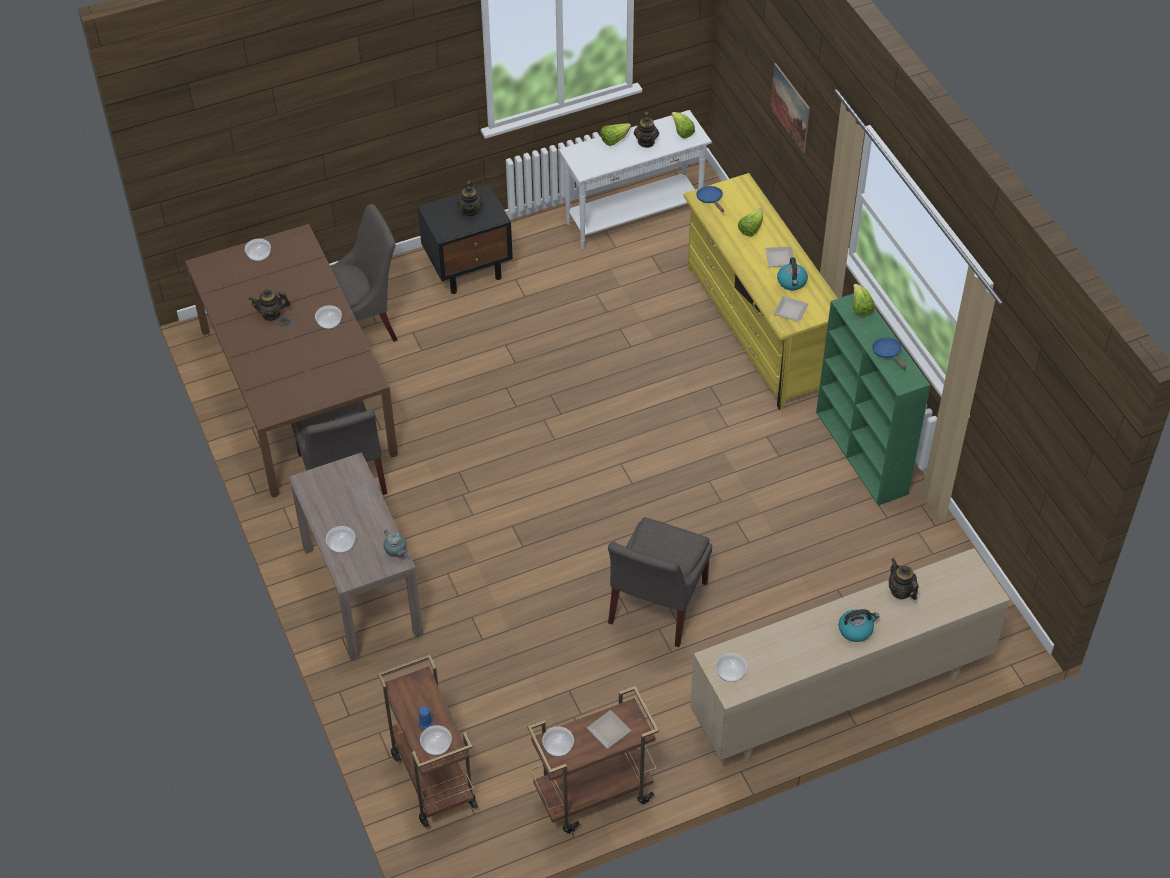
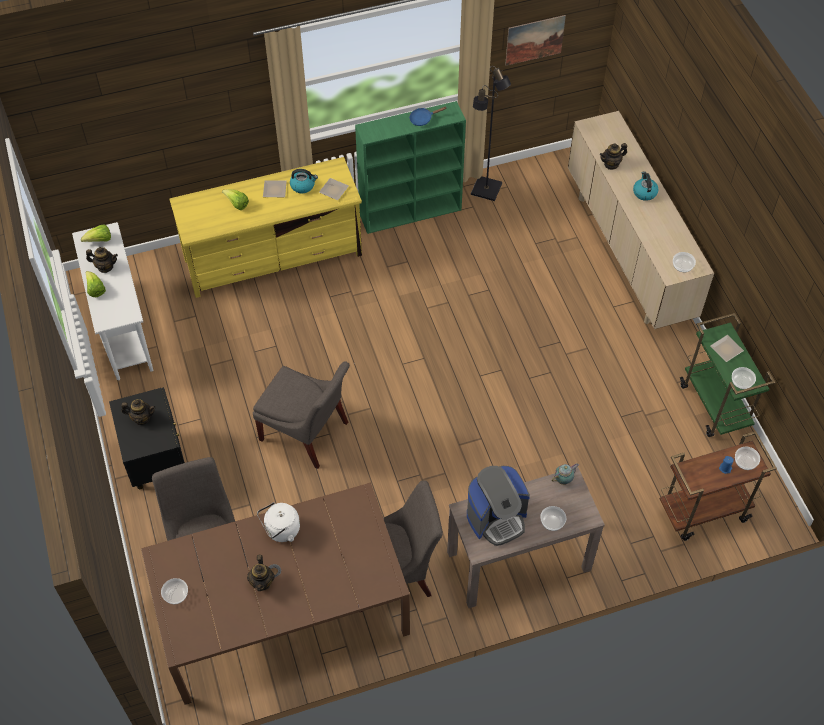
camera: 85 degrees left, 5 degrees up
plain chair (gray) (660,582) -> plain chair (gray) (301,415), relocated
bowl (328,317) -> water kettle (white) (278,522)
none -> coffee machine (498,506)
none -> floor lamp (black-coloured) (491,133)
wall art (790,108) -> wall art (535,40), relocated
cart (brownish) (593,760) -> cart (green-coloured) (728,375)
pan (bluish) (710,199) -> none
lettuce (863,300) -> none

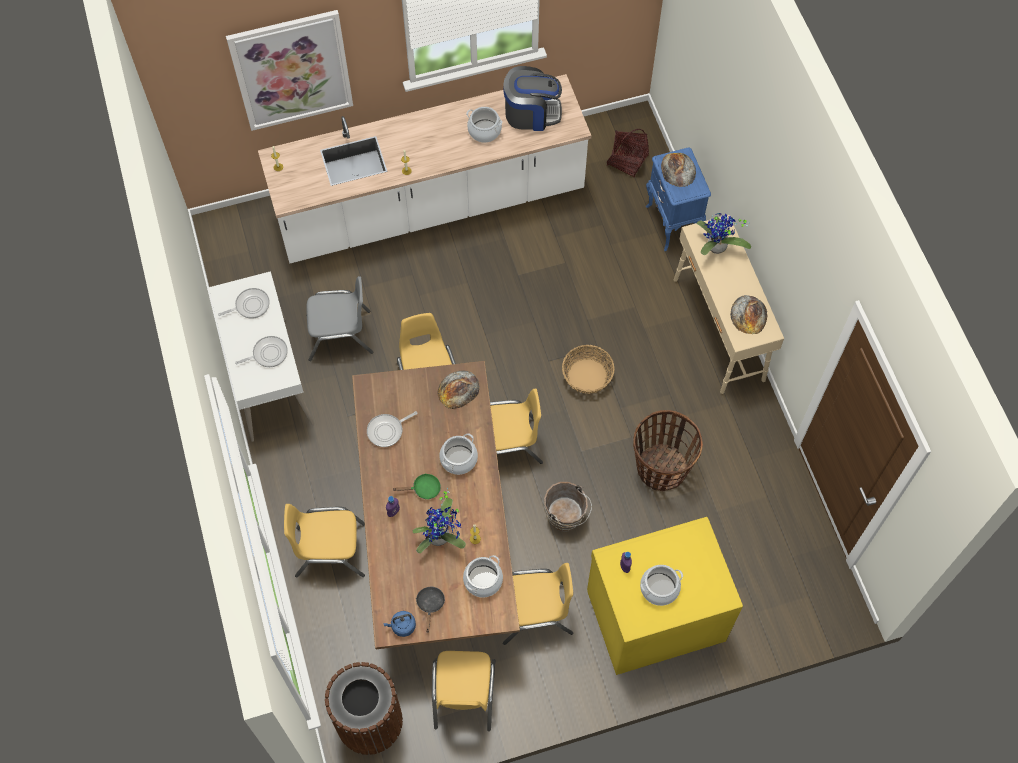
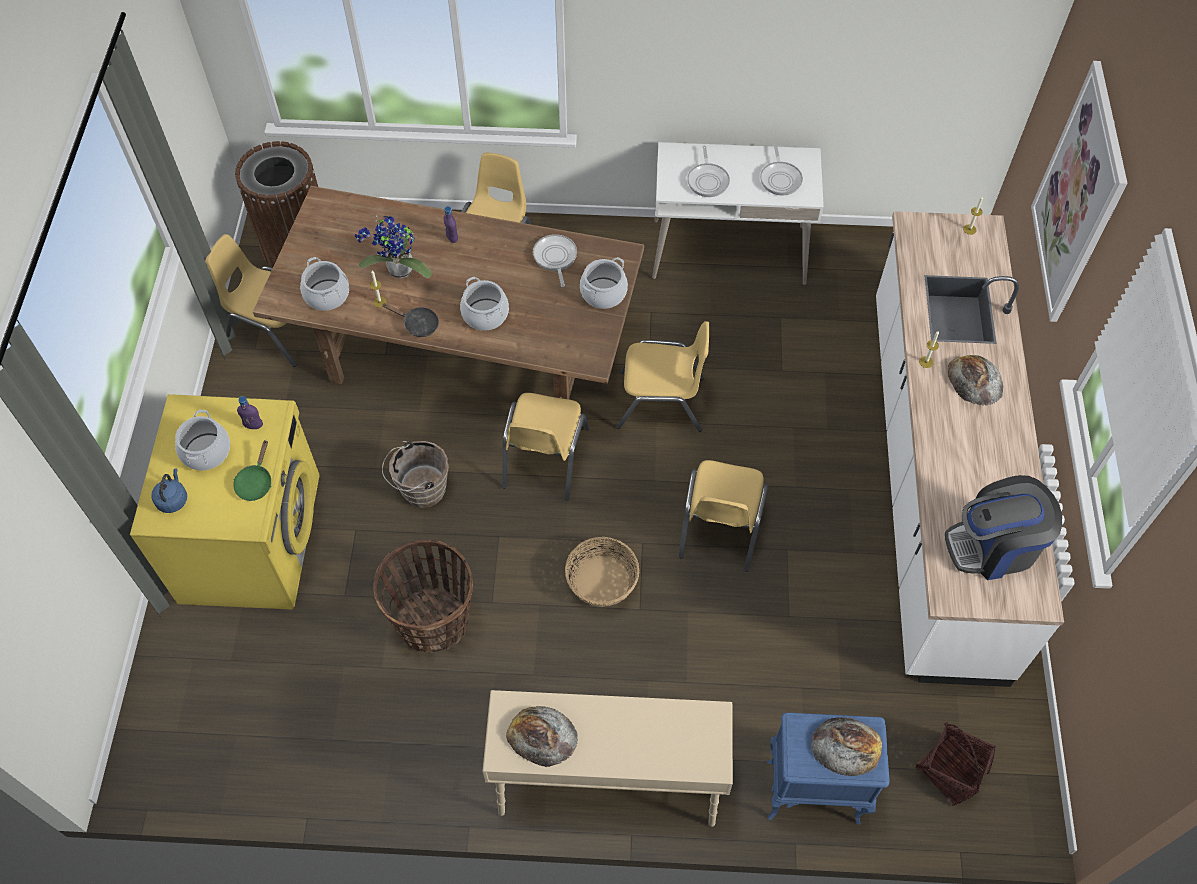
camera: 110 degrees right, 5 degrees down
water kettle (bluish) (399,624) -> water kettle (bluish) (169,491), relocated
pan (green-coloured) (417,486) -> pan (green-coloured) (252,470), relocated
pan (black-coloured) (430,610) -> pan (black-coloured) (411,320), relocated
cooking pot (484,125) -> cooking pot (604,283), relocated
plain chair (yellowish) (538,604) -> plain chair (yellowish) (723,516), relocated
coffee machine (532,98) -> coffee machine (1003,527), 60 degrees clockwise
bread (458,390) -> bread (975,380), relocated
plain chair (gray) (339,318) -> none
potted plant (724,234) -> none

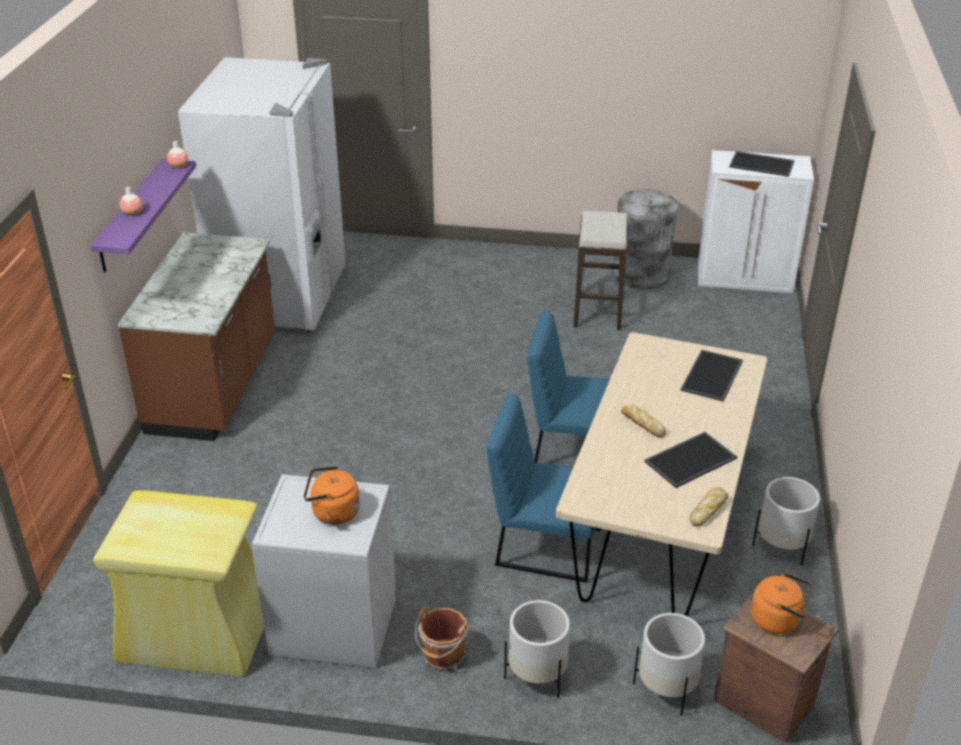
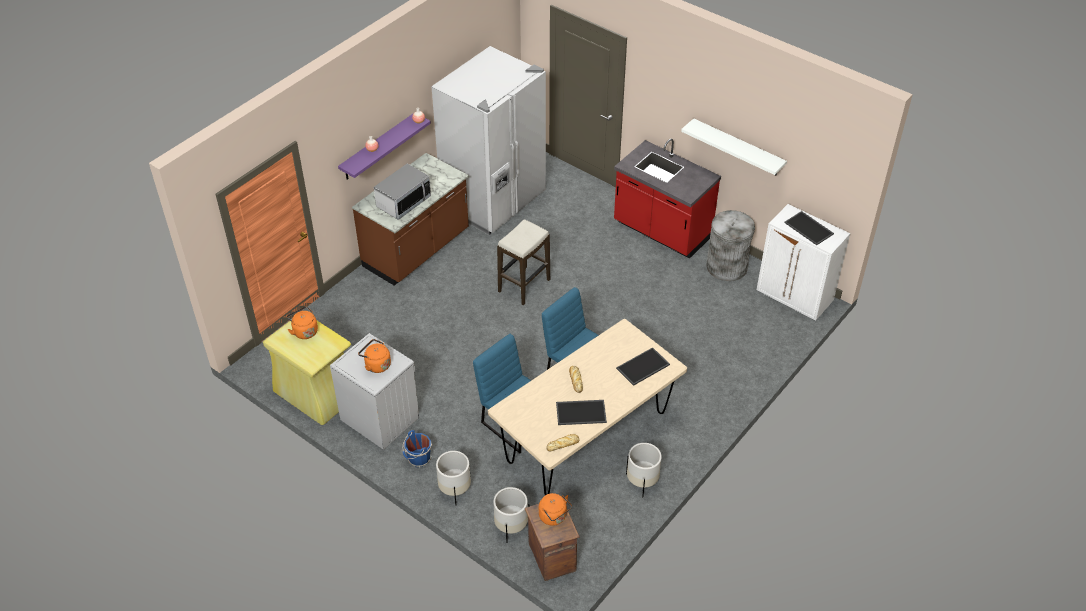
camera: 30 degrees right, 10 degrees up
none -> water kettle (orange-coloured) (302,322)
none -> microwave (402,192)
pail (brownish) (441,639) -> pail (bluish) (417,448)
sitting stool (601,270) -> sitting stool (523,262), relocated
none -> counter (red-coloured) (667,199)
none -> shelf (white) (734,147)

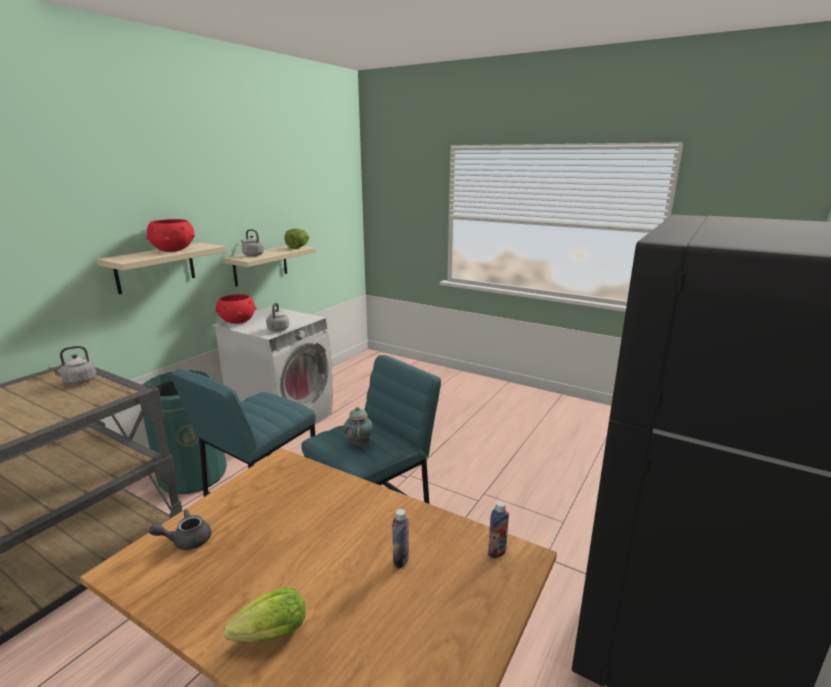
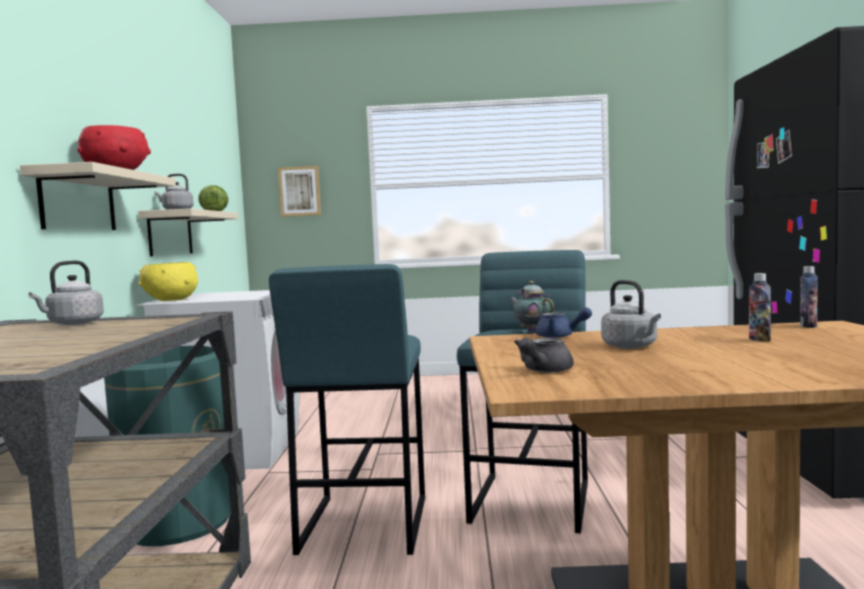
camera: 30 degrees left, 15 degrees down
bowl (red-coloured) (235,309) -> bowl (yellowish) (168,281)
none -> wall art (299,191)
none -> pot for tea (bluish) (563,322)
water kettle (gray) (277,317) -> water kettle (gray) (631,314), relocated
lettuce (264,614) -> none

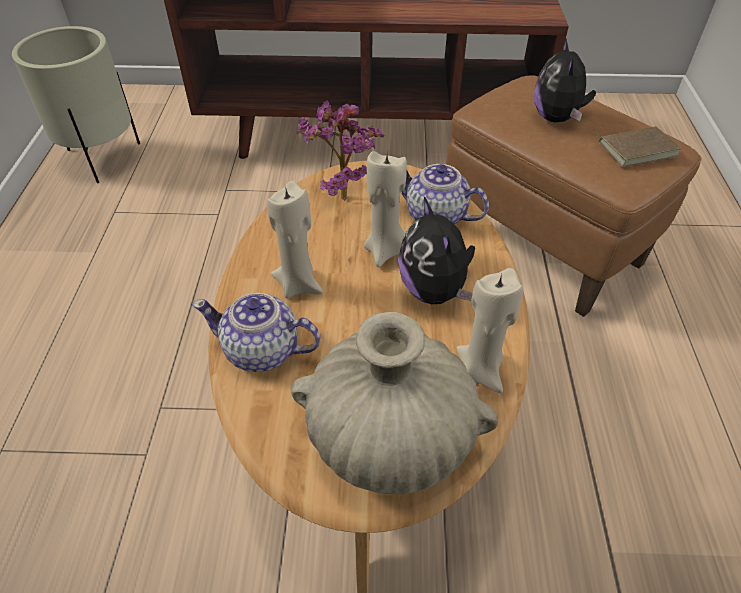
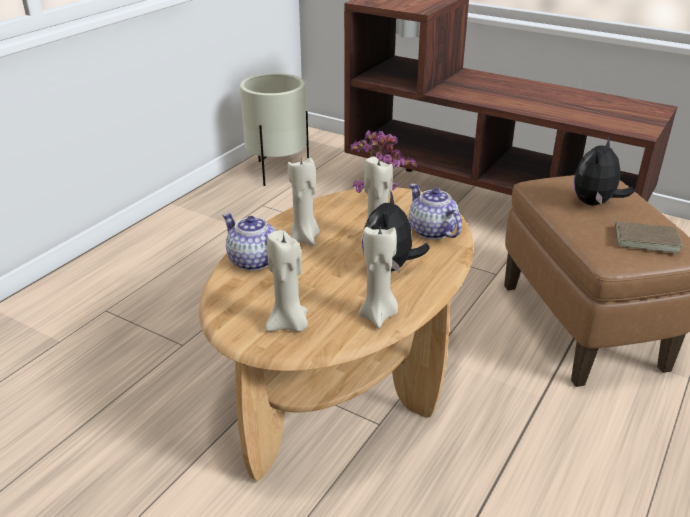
camera: 30 degrees right, 15 degrees down
decorative vase (beige) (394,403) -> wax candle (beige) (286,281)

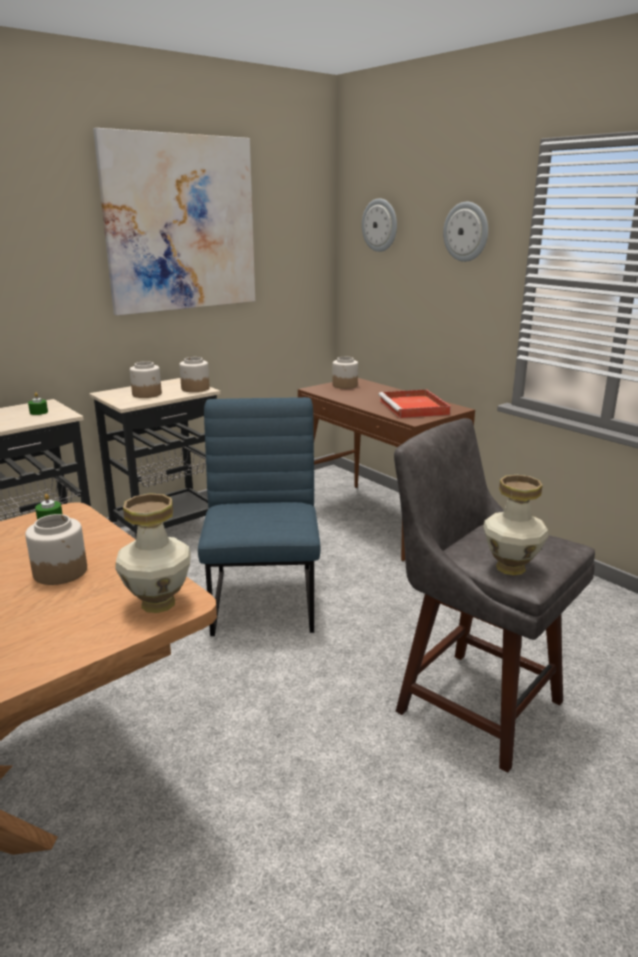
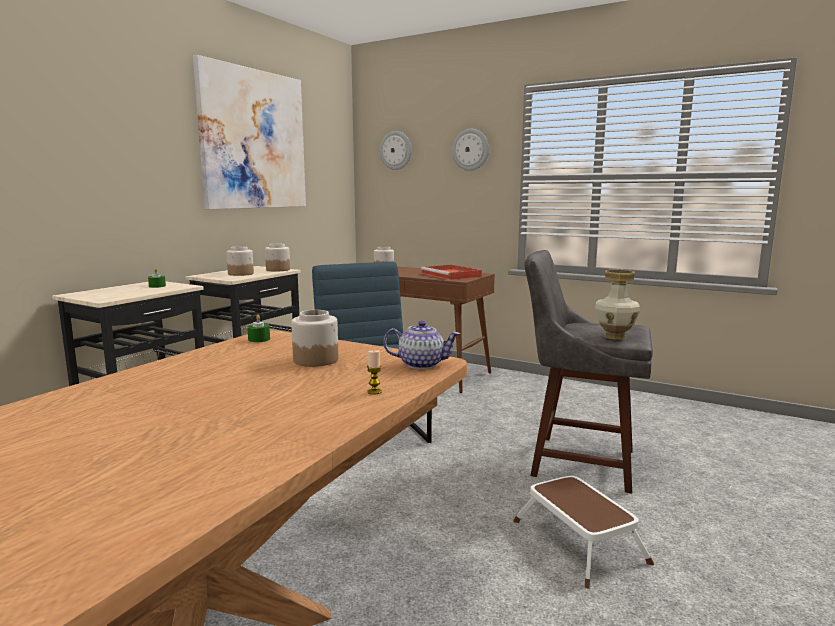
camera: 20 degrees left, 10 degrees down
none -> wax candle (374,372)
decorative vase (153,553) -> pot for tea (421,345)
none -> step ladder (brownish) (583,532)

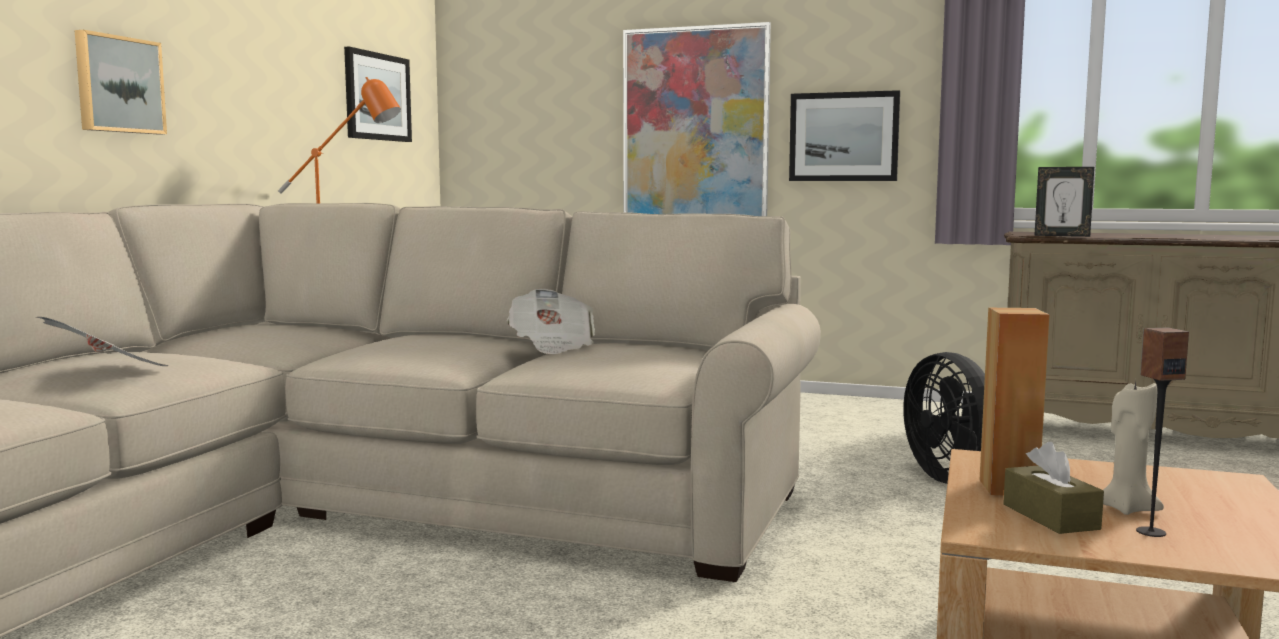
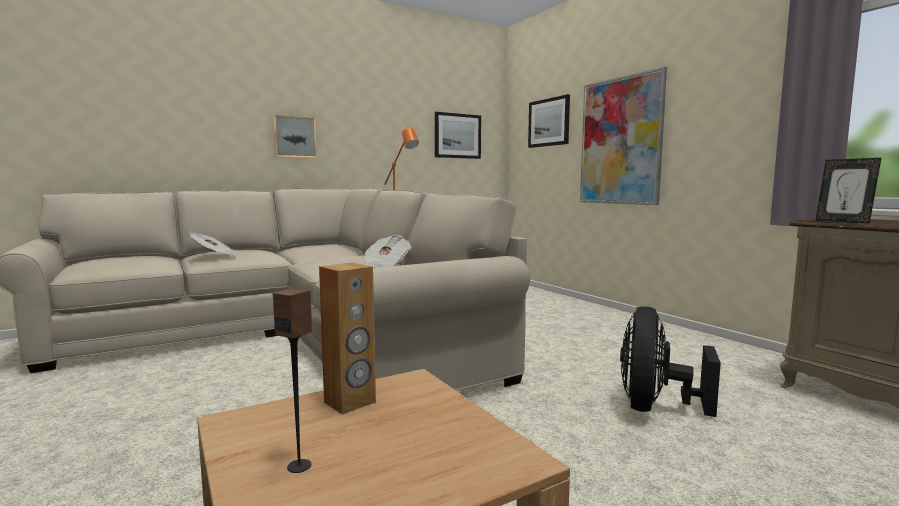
camera: 40 degrees right, 0 degrees up
wall art (844,135) -> wall art (549,121), relocated
tissue holder (brownish) (1053,488) -> none
wax candle (beige) (1133,448) -> none

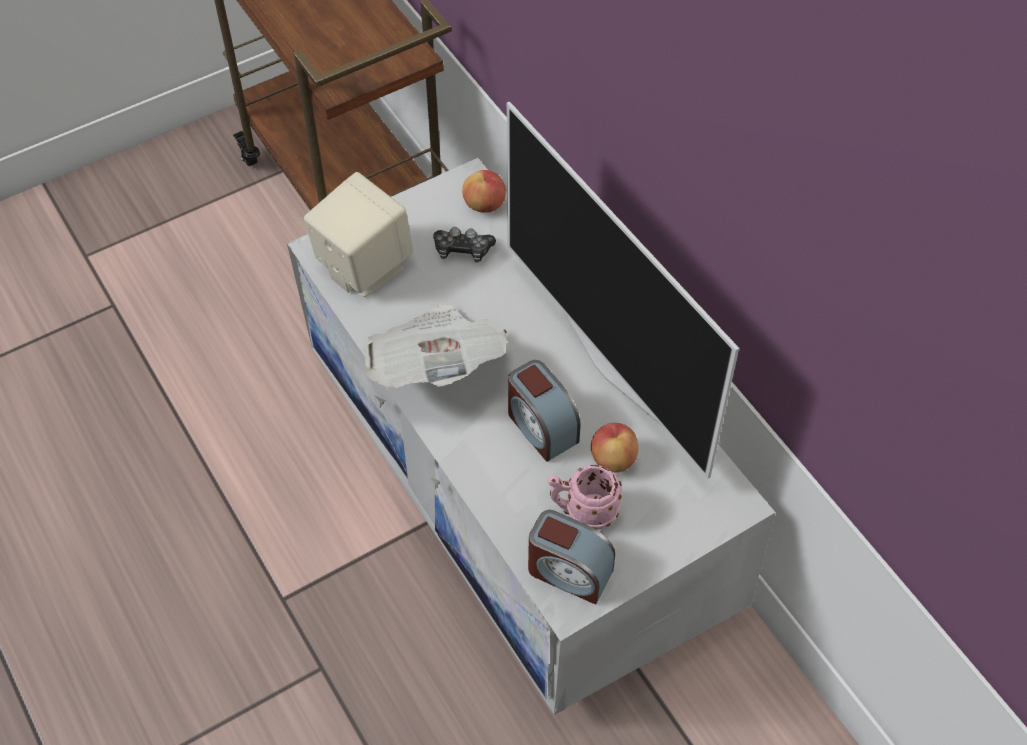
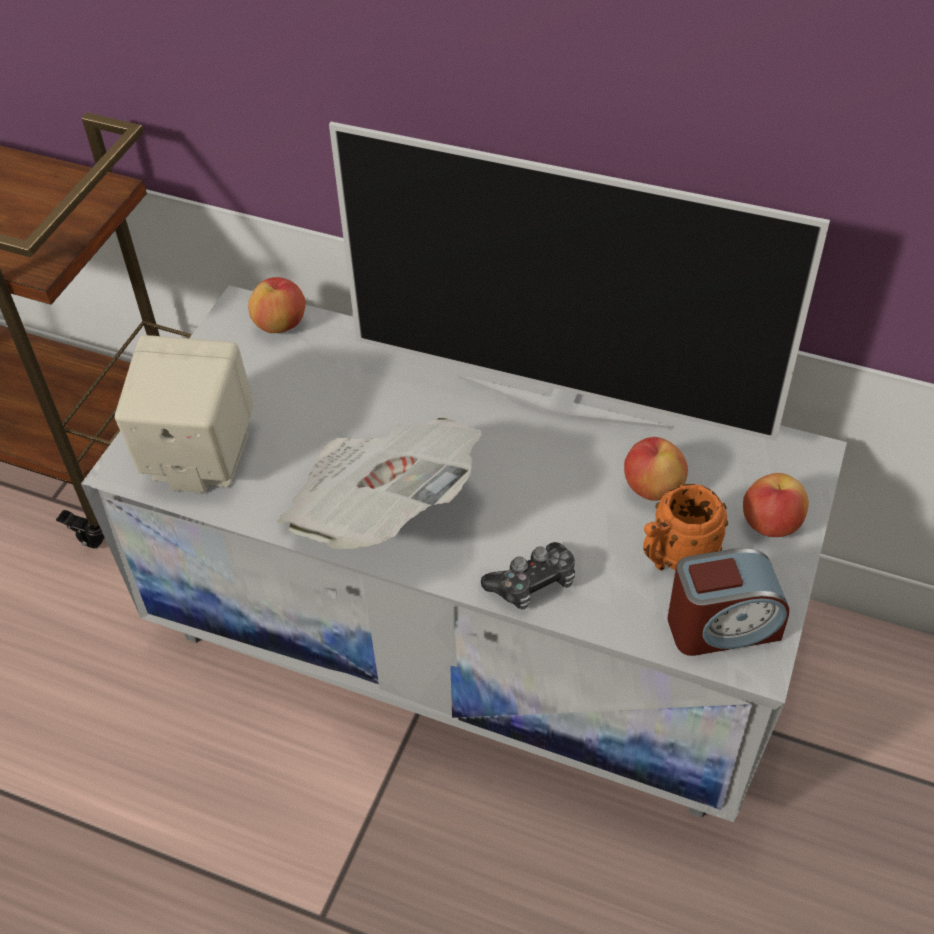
camera: 35 degrees left, 5 degrees down
joypad (464,244) -> joypad (528,576), relocated
tea mug (pink-coloured) (585,497) -> tea mug (orange-coloured) (685,527)
none -> whole apple (776,505)
table clock (544,411) -> none

